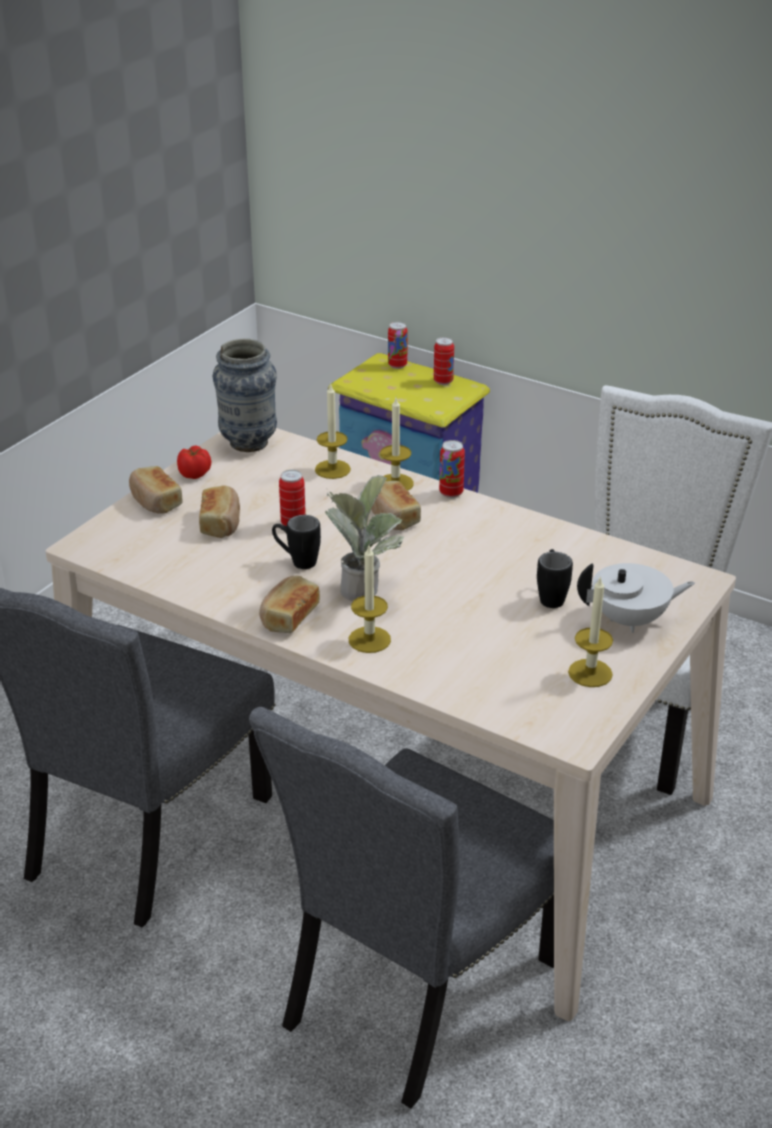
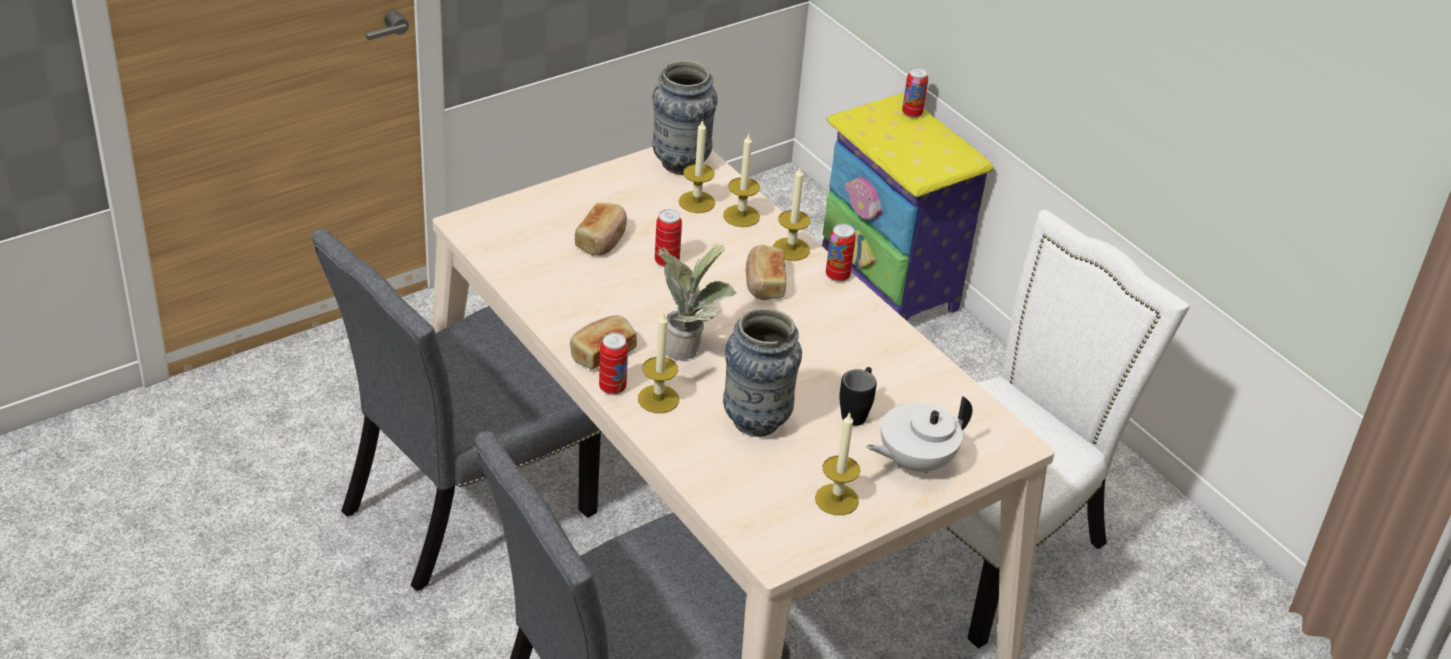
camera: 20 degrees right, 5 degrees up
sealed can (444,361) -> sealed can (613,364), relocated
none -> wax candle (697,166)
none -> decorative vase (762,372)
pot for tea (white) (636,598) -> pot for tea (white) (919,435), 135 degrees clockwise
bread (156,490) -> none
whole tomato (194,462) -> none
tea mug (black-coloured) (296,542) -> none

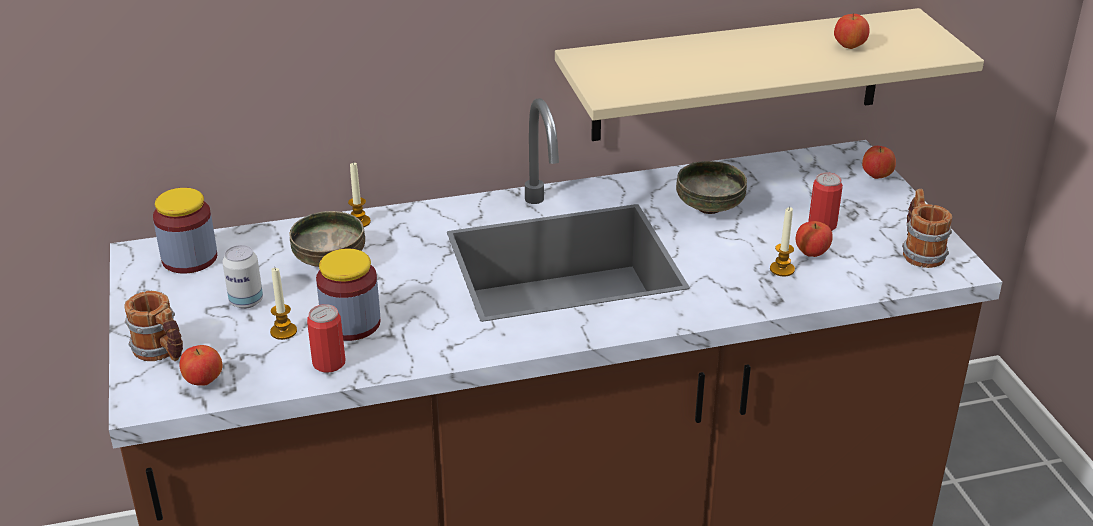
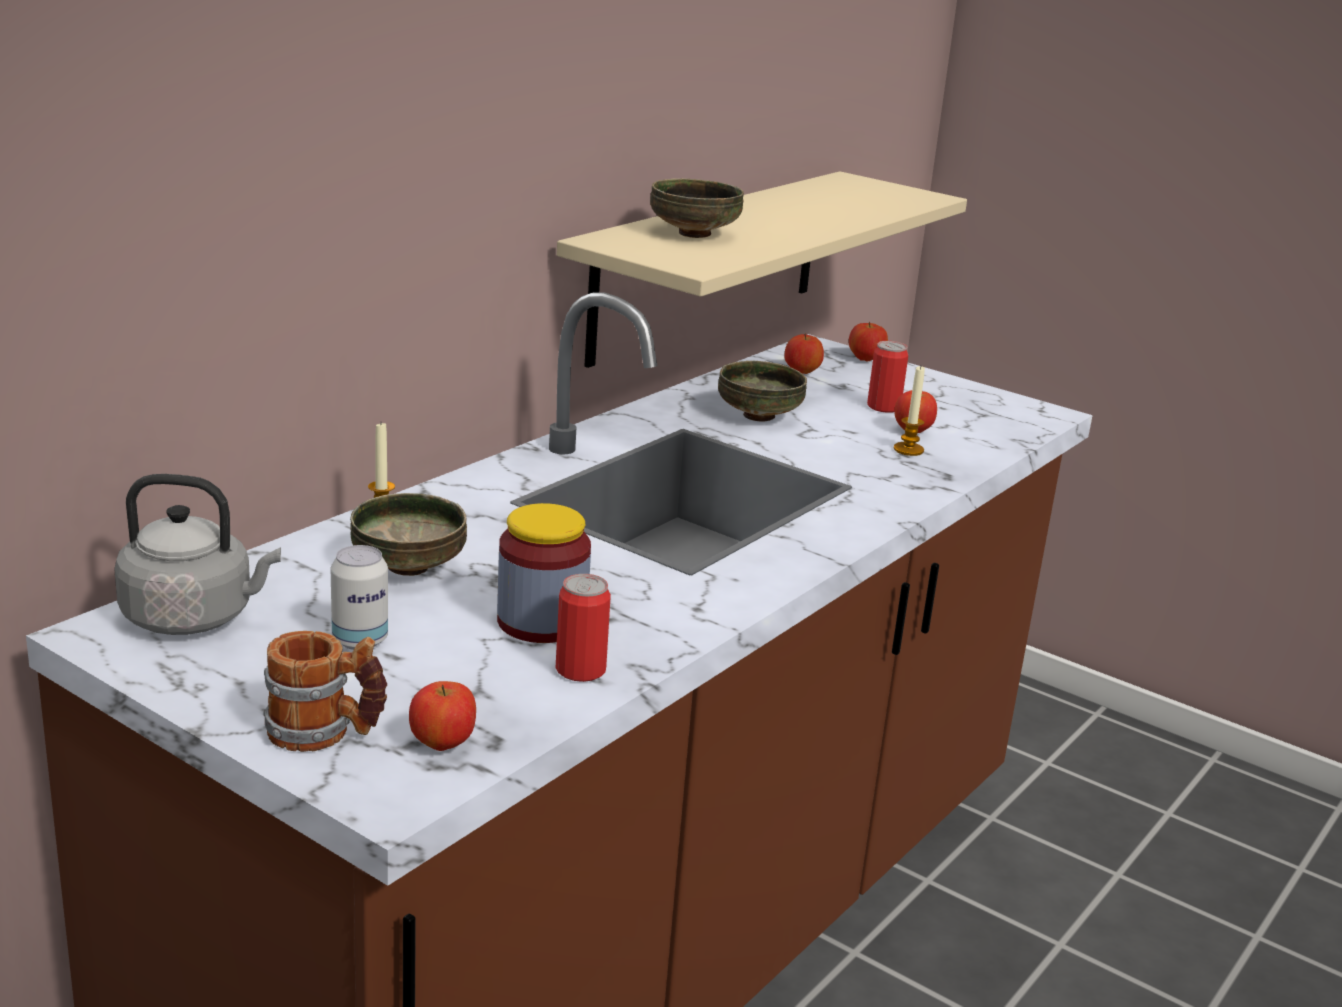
camera: 40 degrees left, 10 degrees down
preserve jar (185,231) -> water kettle (gray) (197,554)
none -> bowl (697,208)
whole apple (852,31) -> whole apple (804,353), relocated
wax candle (283,304) -> none
tea mug (927,228) -> none

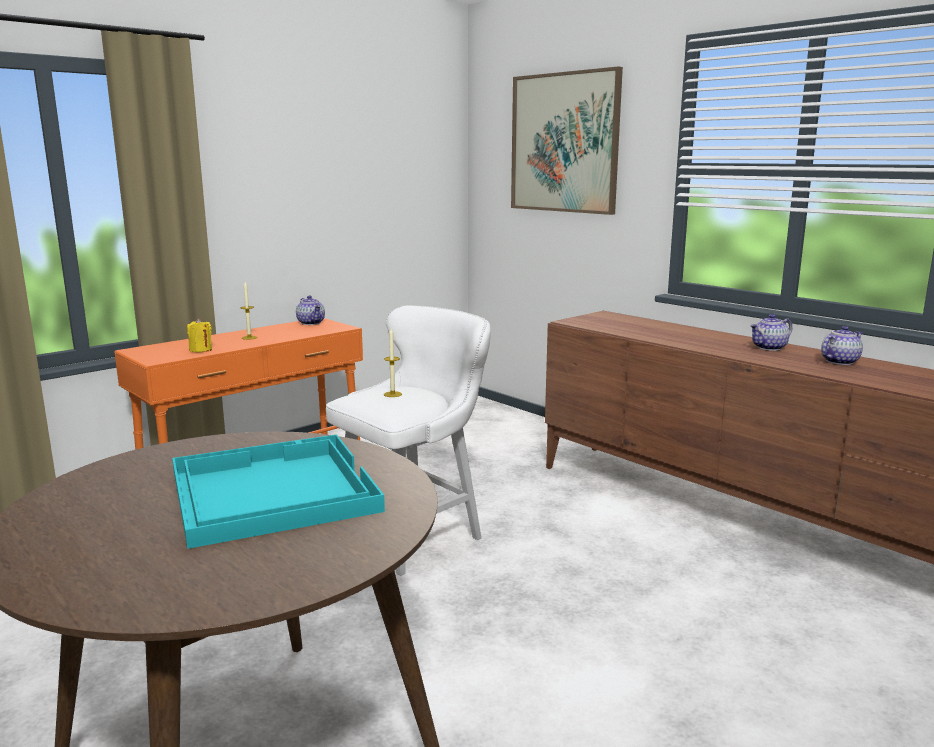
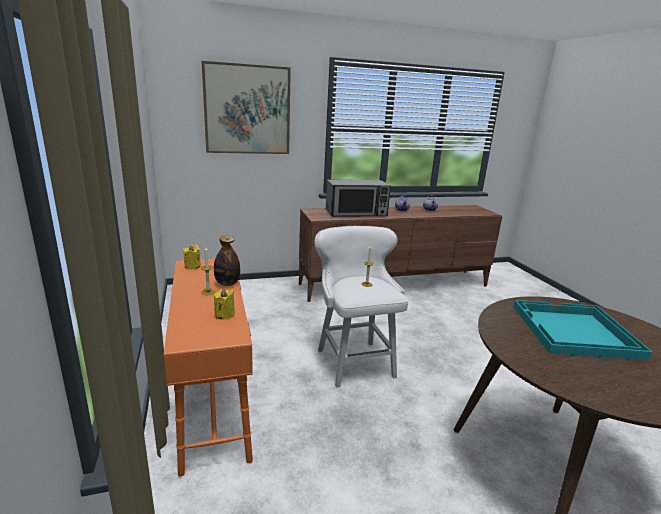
camera: 65 degrees left, 5 degrees up
pot for tea (310,310) -> wax candle (yellowish) (192,256)
none -> beverage bottle (227,260)
none -> microwave (358,198)

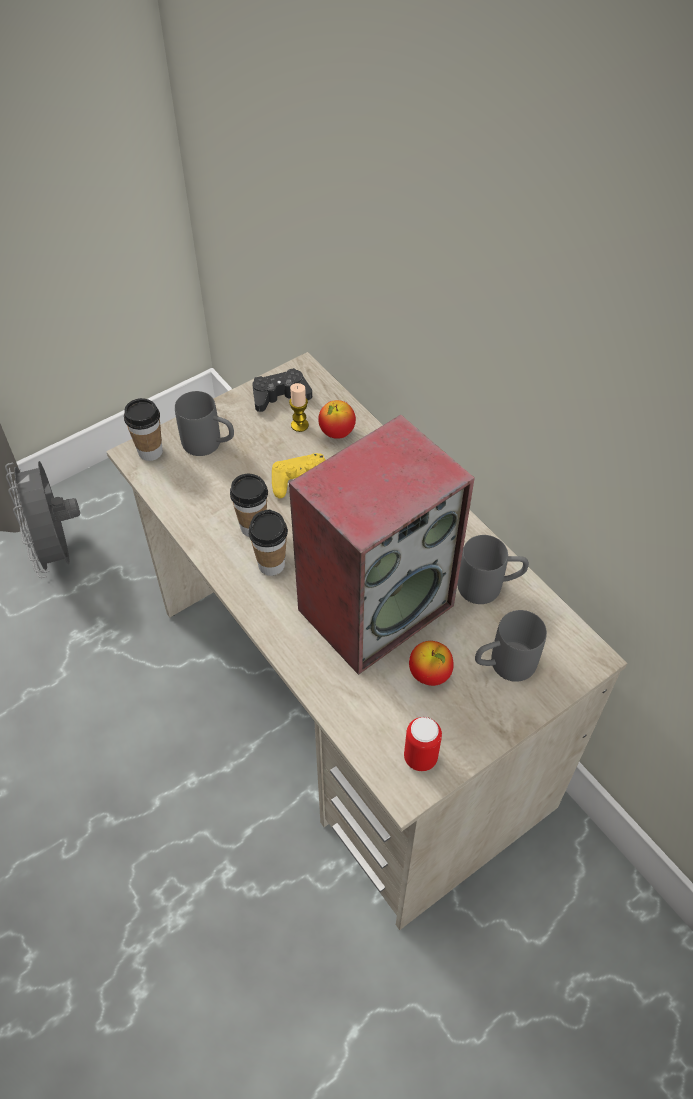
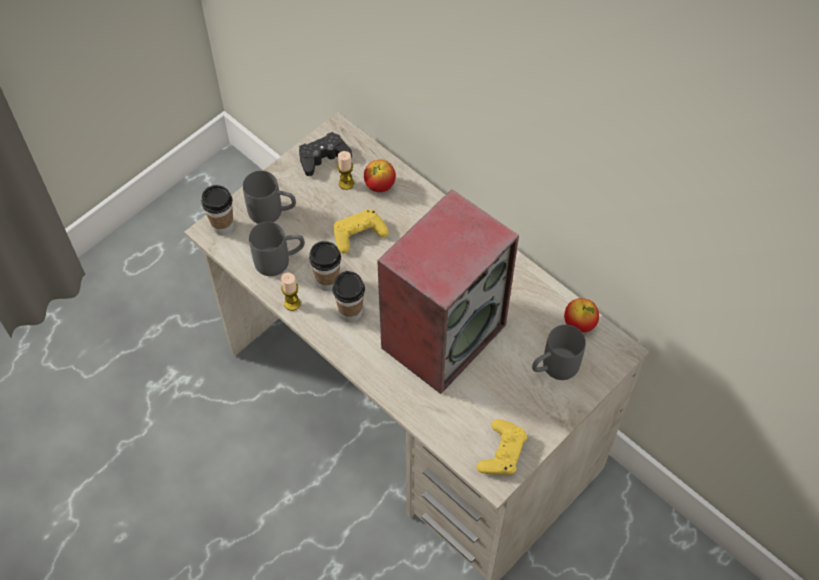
camera: 10 degrees left, 5 degrees up
tea mug (gray) (493,569) -> tea mug (gray) (277,249), relocated
none -> wax candle (291,292)
sealed can (423,744) -> joypad (yellowish) (501,447)
whole apple (431,663) -> whole apple (581,315), relocated
cooling fan (gray) (42,519) -> none

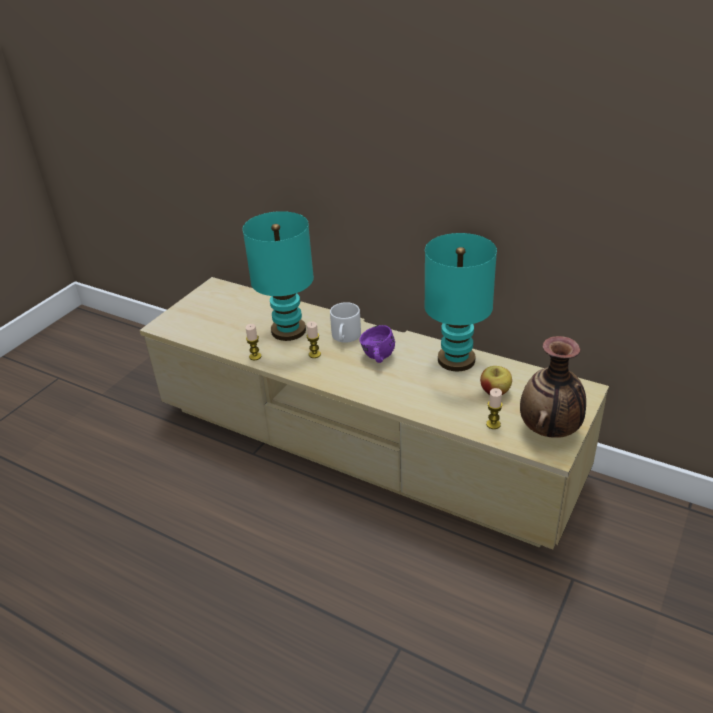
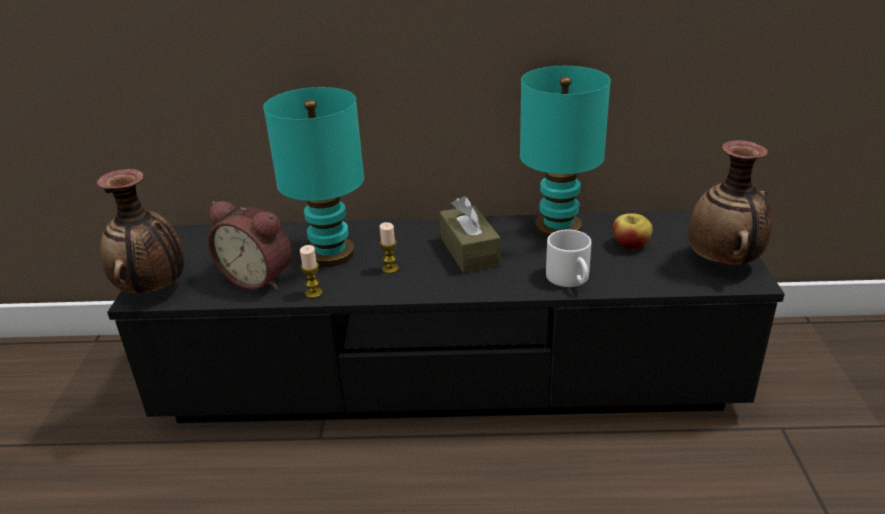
camera: 30 degrees left, 5 degrees down
none -> decorative vase (141,231)
tv unit (beige) (374,413) -> tv unit (black-coloured) (446,316)
none -> table clock (250,245)
tea mug (purple) (377,344) -> tissue holder (brownish) (470,234)
tea mug (white) (345,322) -> tea mug (white) (568,258), relocated
wax candle (494,408) -> none

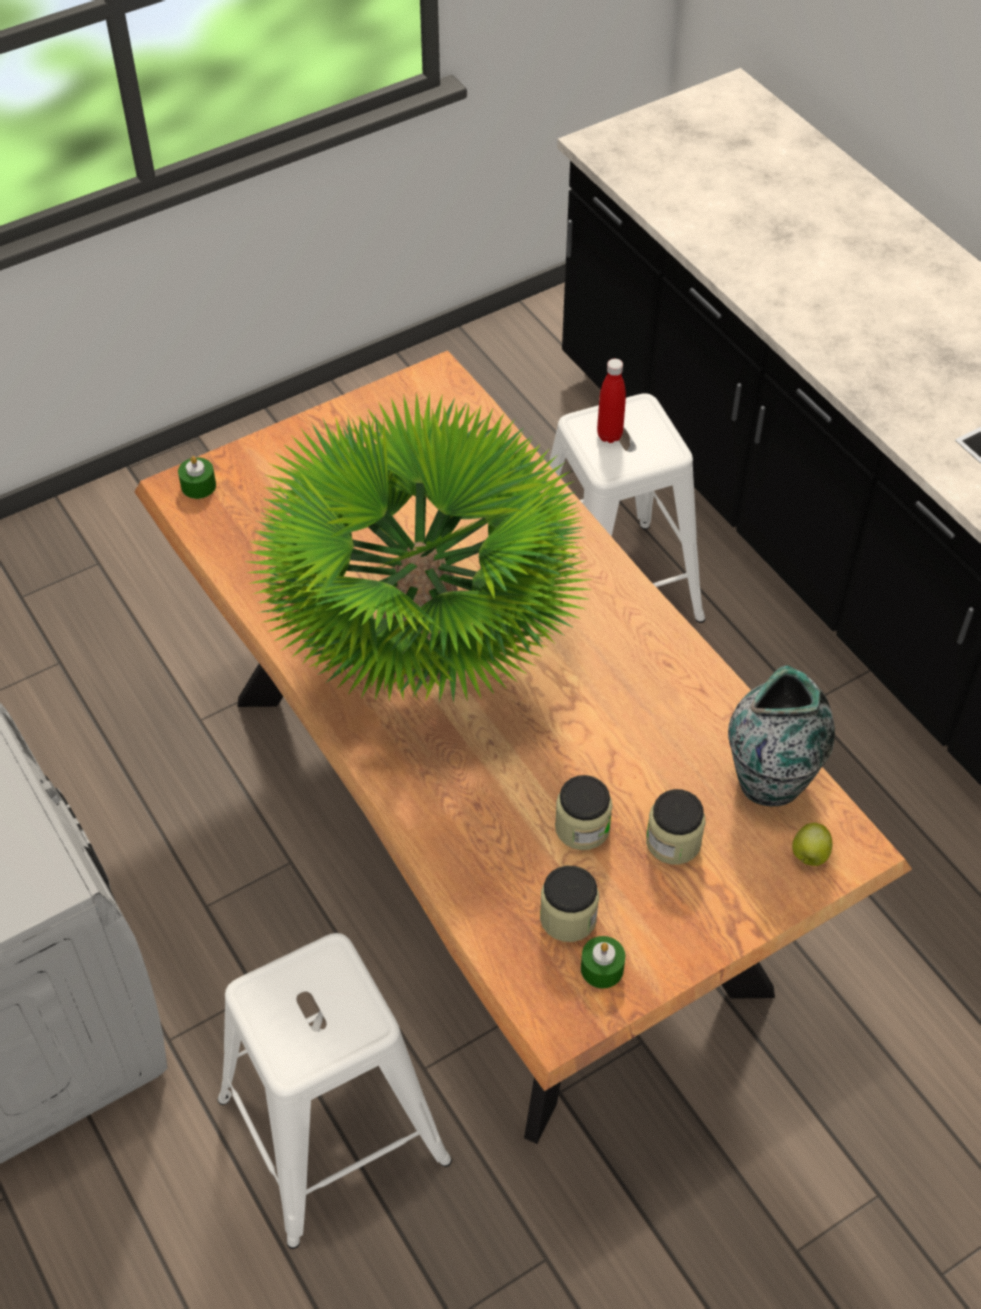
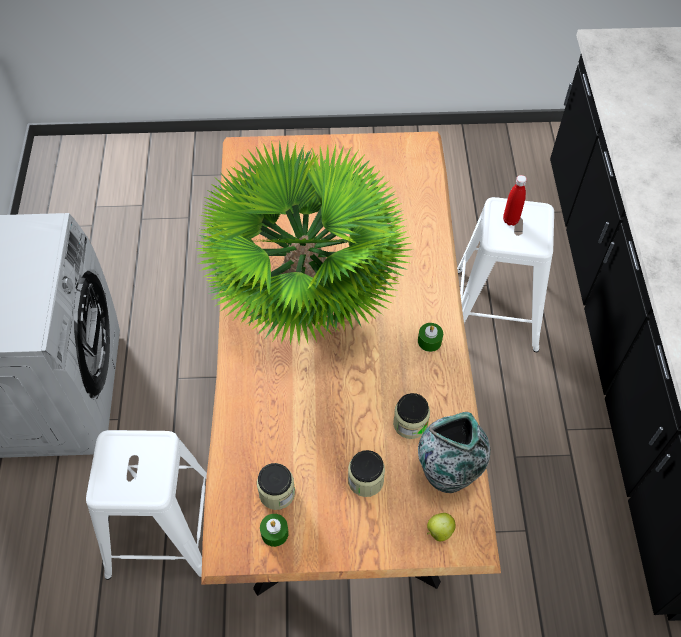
camera: 30 degrees right, 5 degrees up
preserve jar (583,812) -> preserve jar (411,416), relocated
wax candle (green-coloured) (197,477) -> wax candle (green-coloured) (430,337), relocated

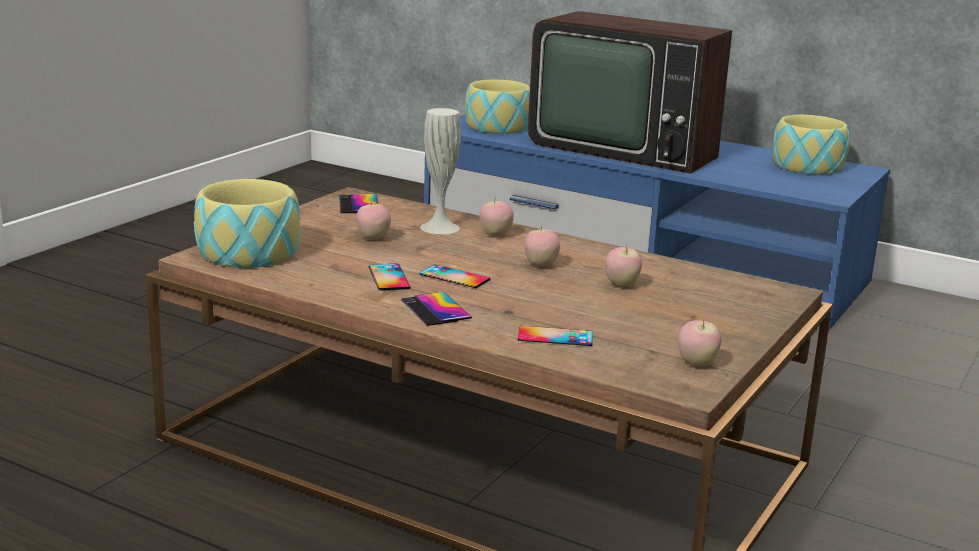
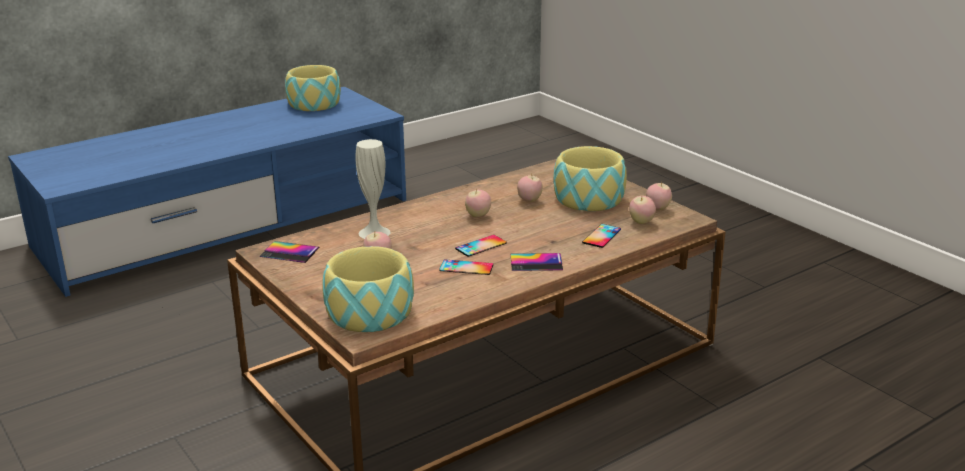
camera: 65 degrees left, 5 degrees up
bowl (497,107) -> bowl (590,178), relocated
whole apple (496,216) -> whole apple (642,210), relocated
television (630,92) -> none

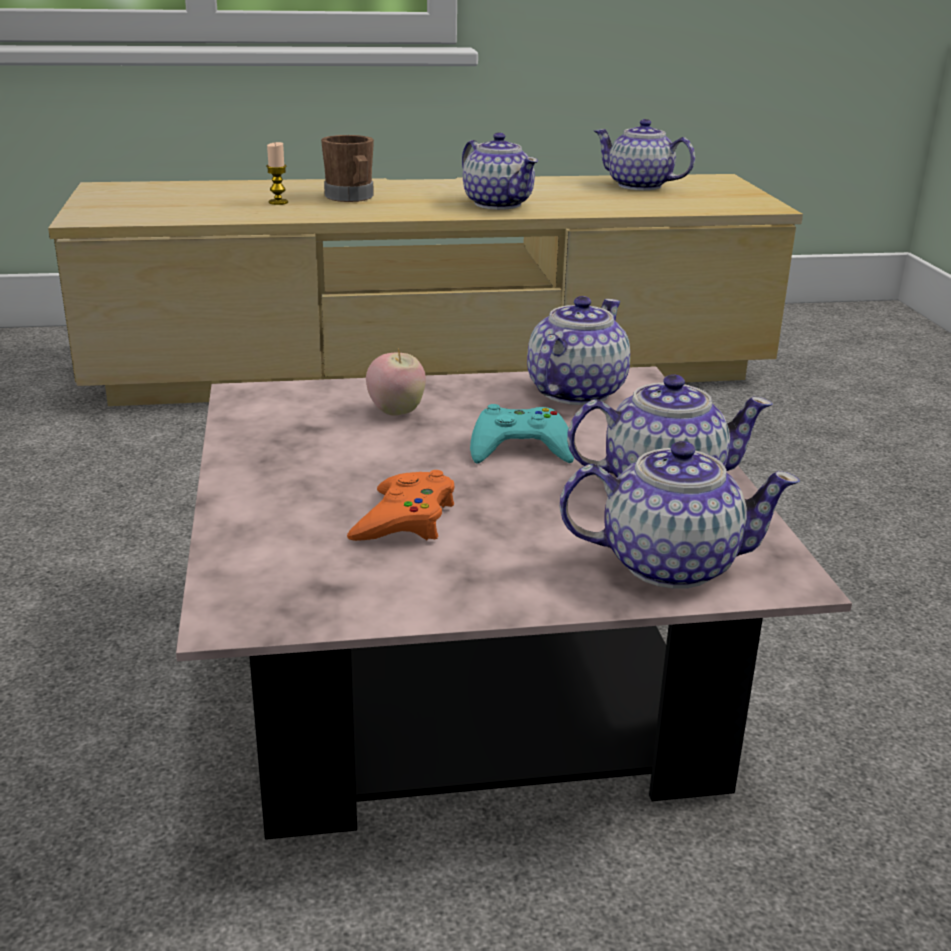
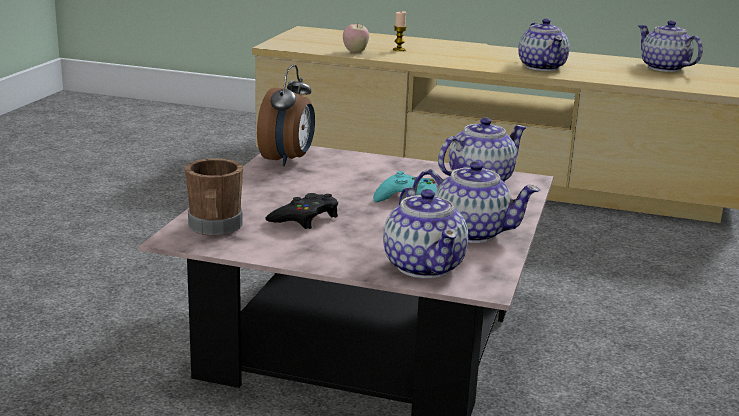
camera: 25 degrees right, 5 degrees down
tea mug (brownish) (347,168) -> tea mug (brownish) (214,197), relocated
none -> table clock (286,115)
joypad (orange-coloured) (400,505) -> joypad (black-coloured) (302,211)
whole apple (396,382) -> whole apple (356,37), relocated
pot for tea (679,515) -> pot for tea (425,232), 45 degrees clockwise

